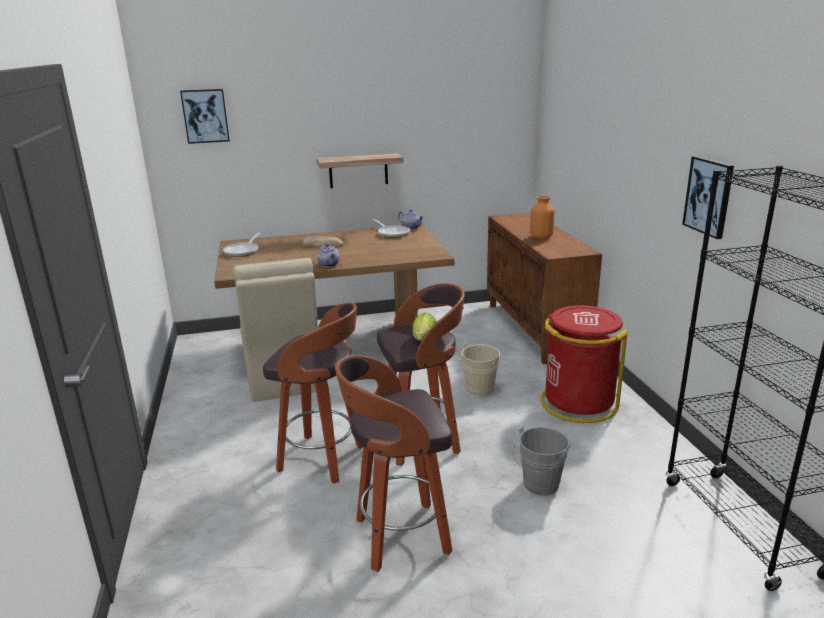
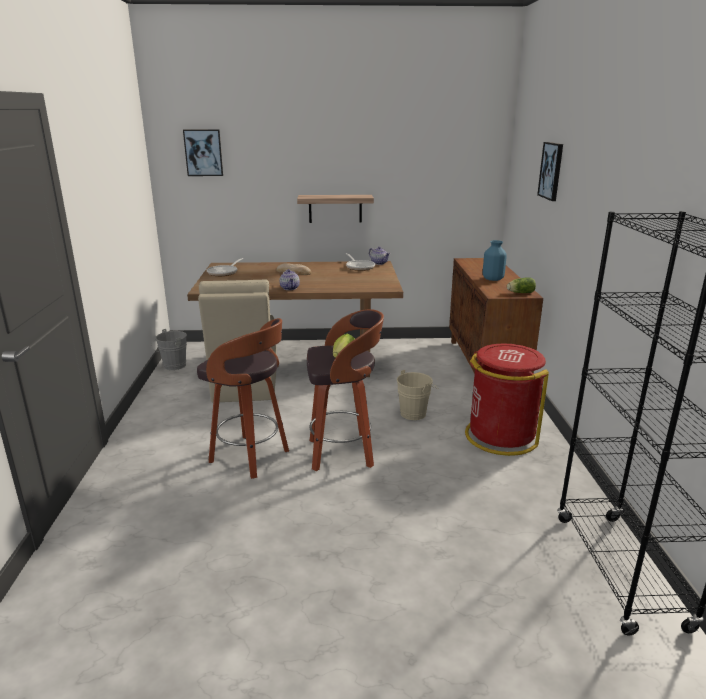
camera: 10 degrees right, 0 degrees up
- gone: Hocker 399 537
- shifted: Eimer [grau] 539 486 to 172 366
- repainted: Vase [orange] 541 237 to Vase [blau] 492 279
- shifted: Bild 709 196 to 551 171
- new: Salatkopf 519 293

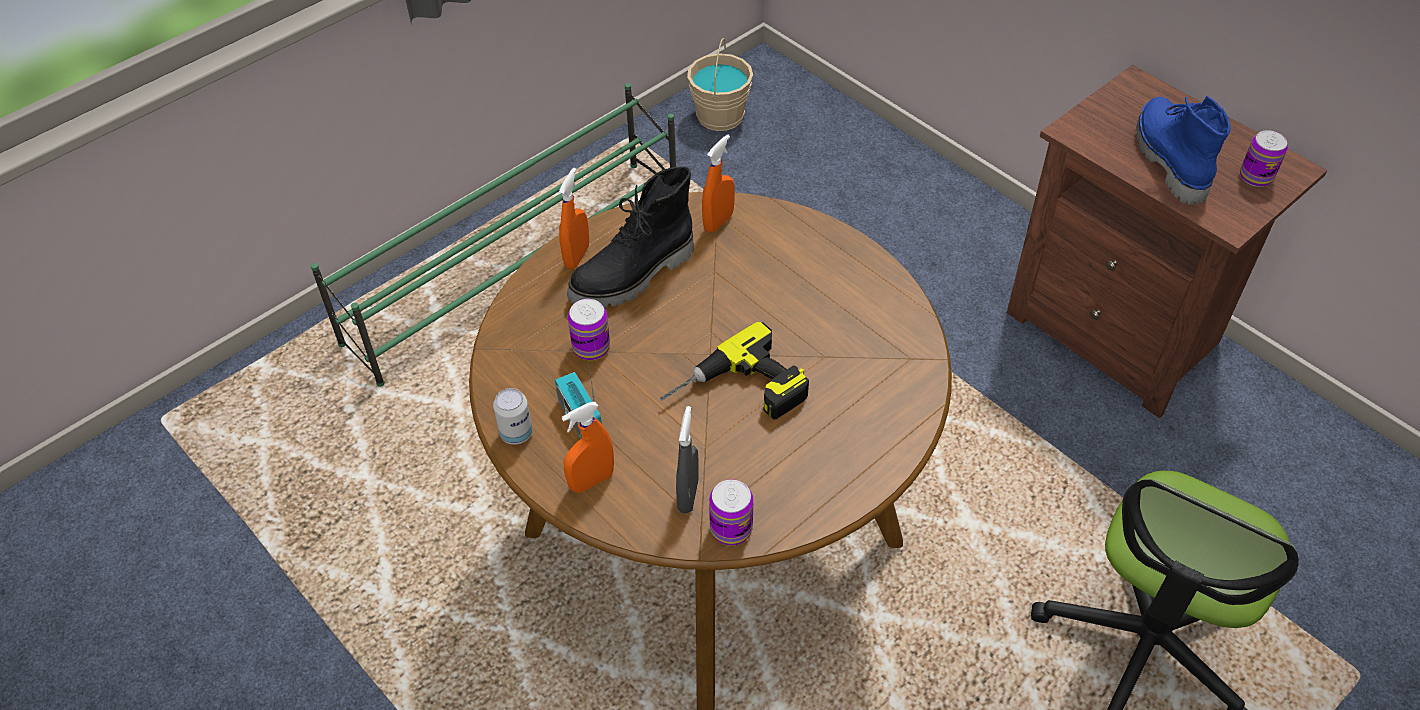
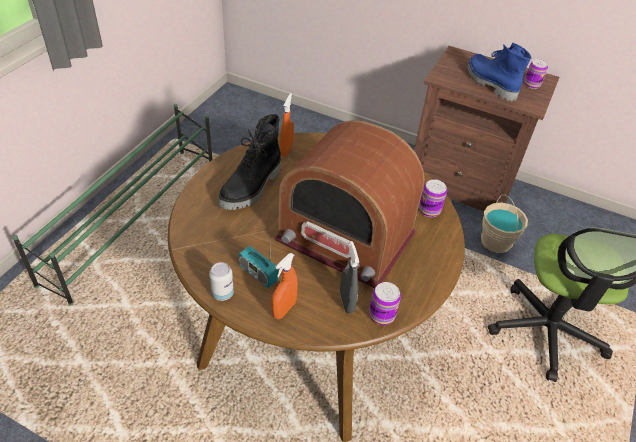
camera: 25 degrees left, 5 degrees down
- gone: Sprühflasche [orange] 577 256
- shifted: Dose 591 347 to 429 210
- swapped: Bohrmaschine 737 394 to Radio 345 238
- shifted: Eimer [beige] 720 116 to 496 242

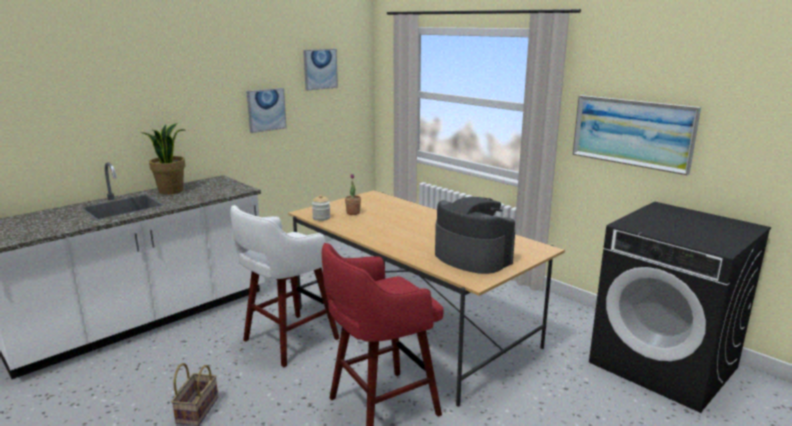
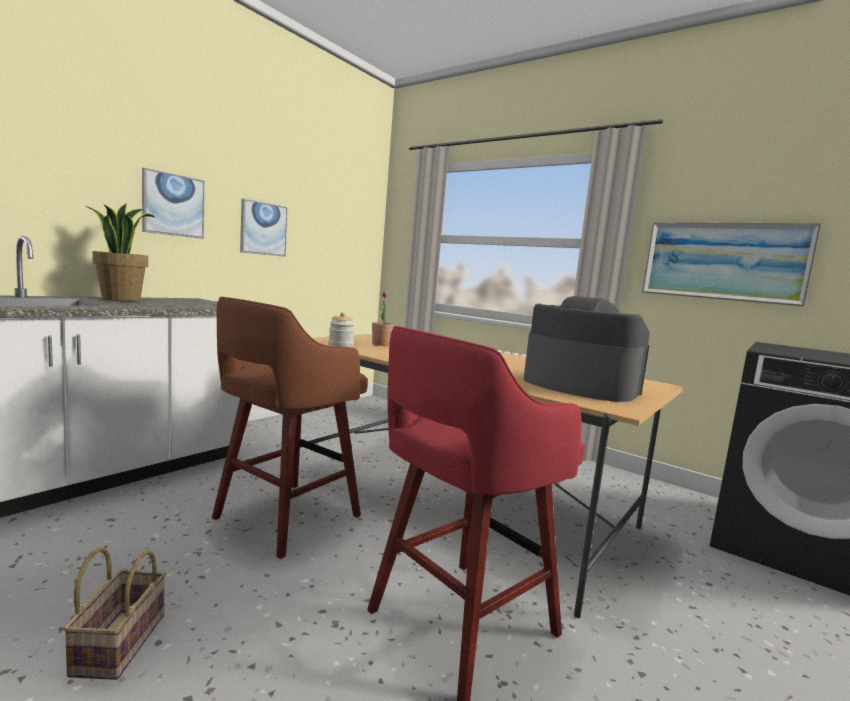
camera: 10 degrees left, 10 degrees down
- repainted: Hocker [weiß] 288 340 to Hocker [braun] 283 518
- shifted: Bild 320 69 to 173 205

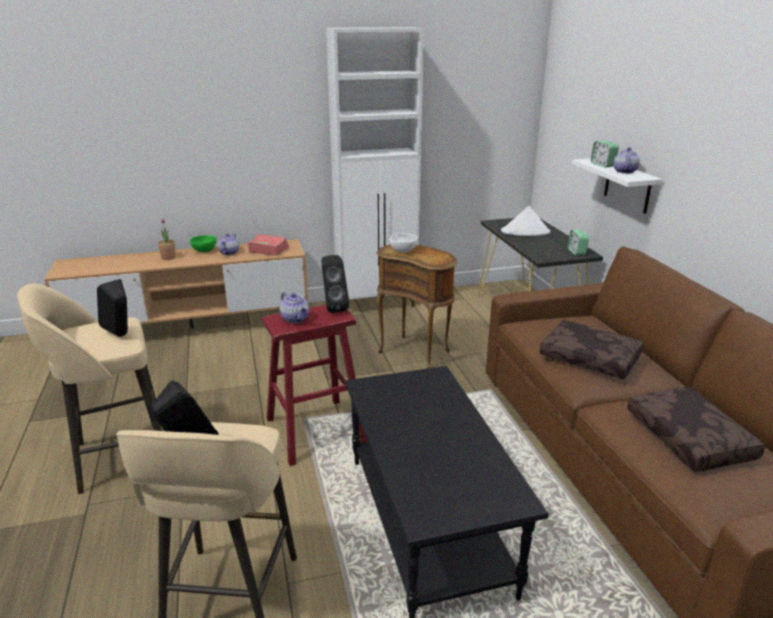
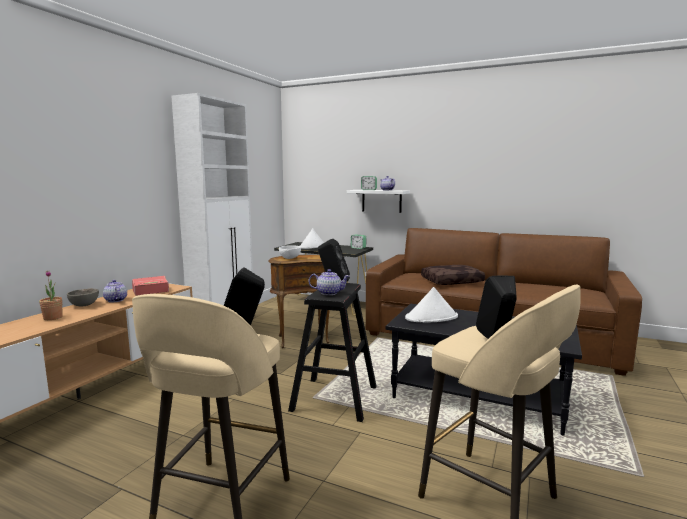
camera: 50 degrees left, 15 degrees down
- repainted: Schüssel [grün] 205 251 to Schüssel [grau] 85 305
- repainted: Hocker [rot] 315 430 to Hocker [schwarz] 334 398
- gone: Kissen [braun] 690 438
- new: Hut [weiß] 432 317

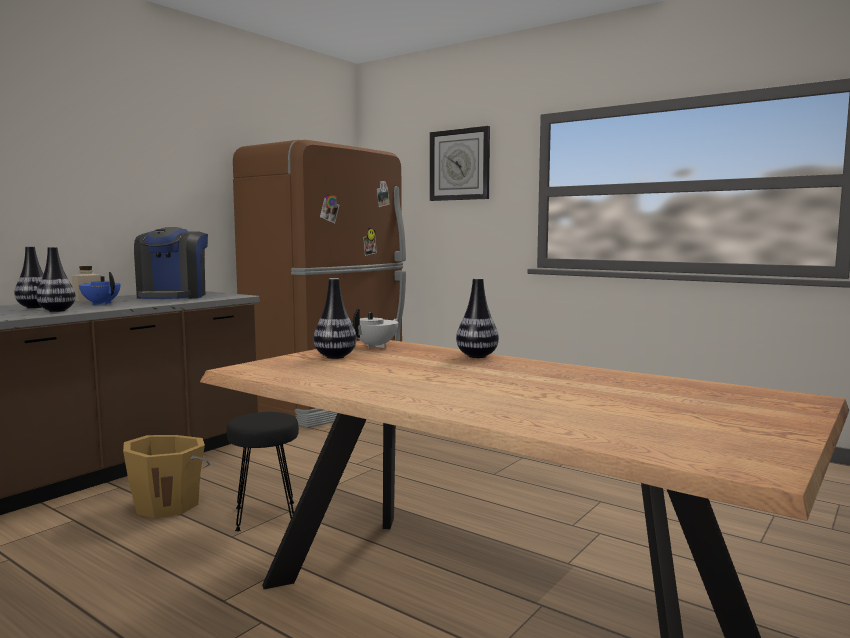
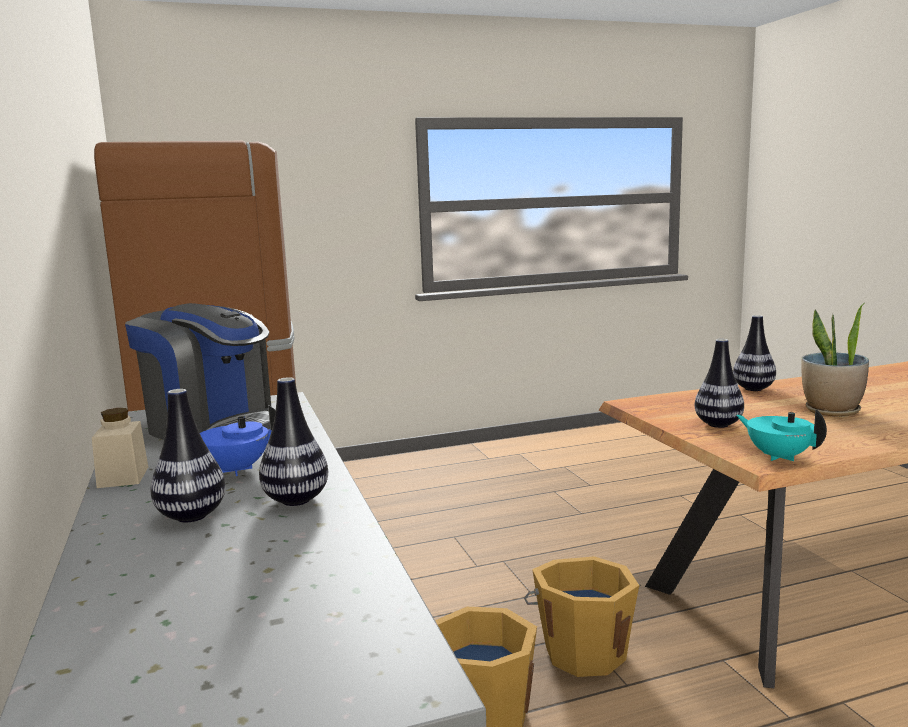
camera: 55 degrees left, 5 degrees up
- swapped: Hocker [schwarz] 266 516 to Eimer [orange] 584 651
- gone: Teekanne [weiß] 376 346
- gone: Wanduhr 460 165
- new: Teekanne [türkis] 778 456
- new: Topfpflanze 831 411

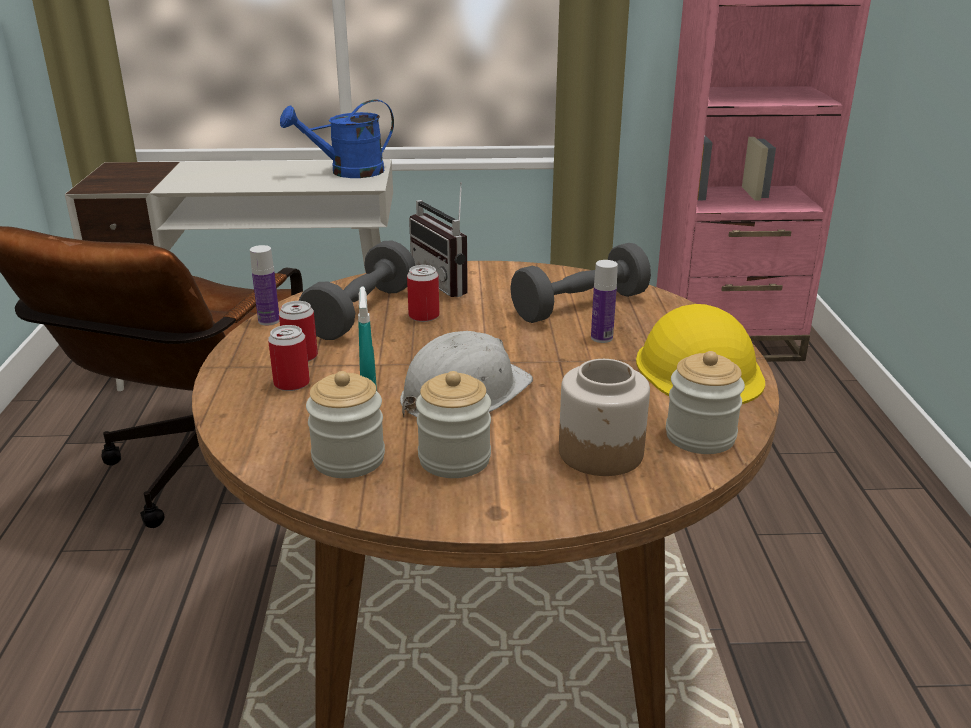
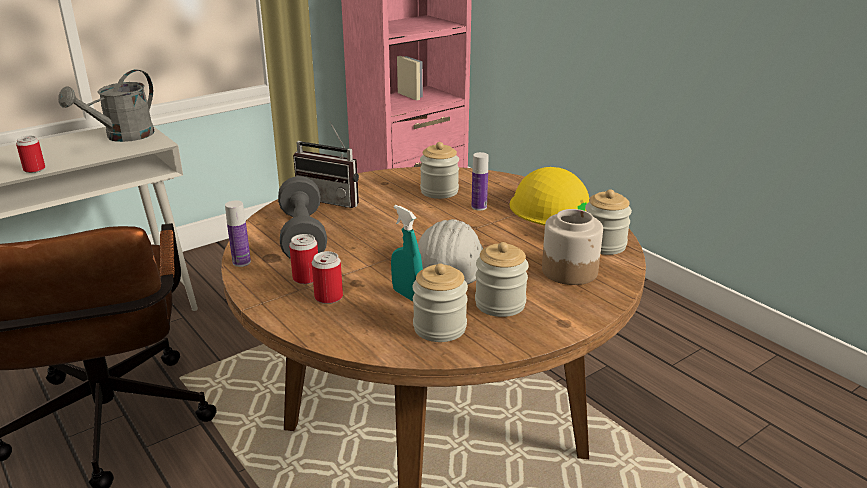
camera: 35 degrees left, 0 degrees up
- repainted: Gießkanne [blau] 347 172 to Gießkanne [grau] 122 137
- shifted: Dose 424 316 to 34 169
- swapped: Hantel [grau] 580 306 to Vorratsglas 439 191

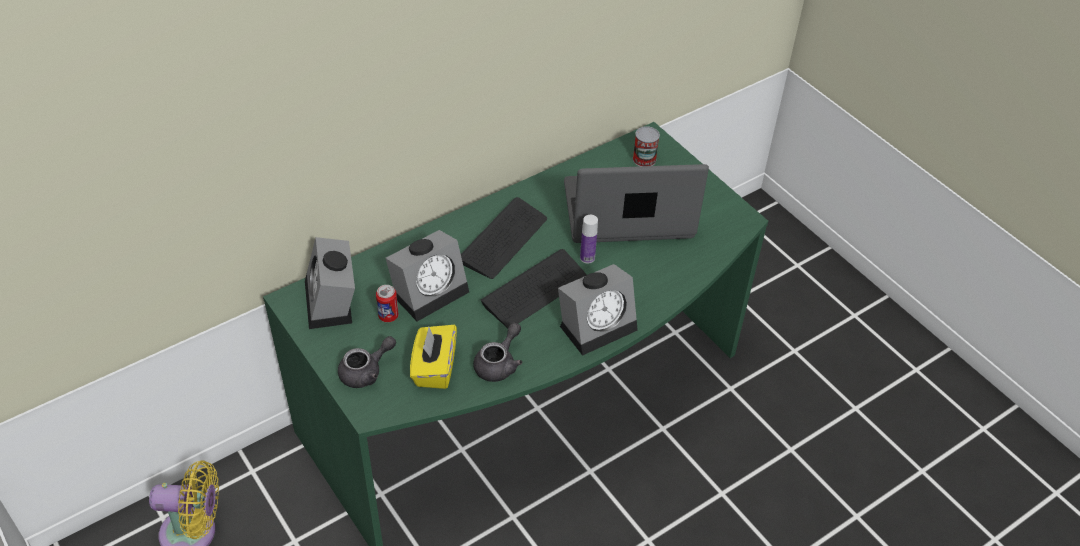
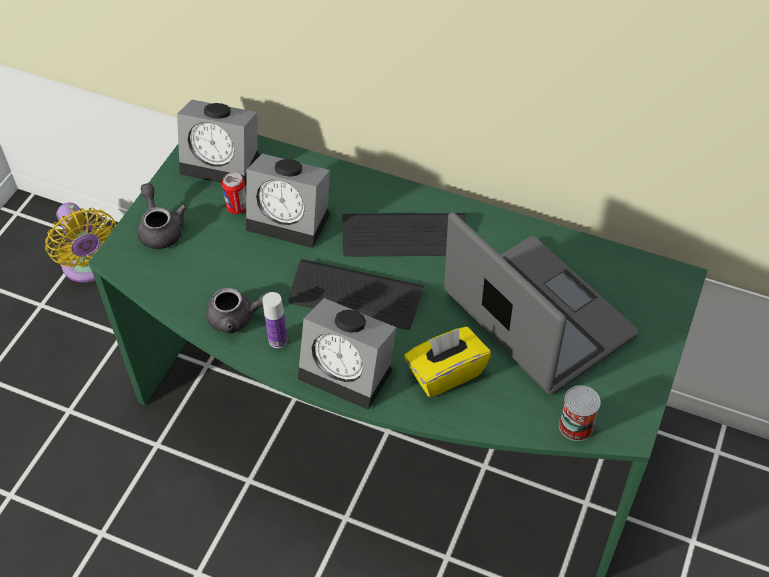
camera: 60 degrees right, 5 degrees up
- rotated: Wecker 332 303 = 224 162 120 degrees counterclockwise
- rotated: Teekanne [grau] 366 372 = 160 229 135 degrees counterclockwise
- shifted: Taschentuchbox [gelb] 434 368 to 445 373
- shifted: Flasche 587 258 to 278 340
- shifted: Dose 644 159 to 576 425

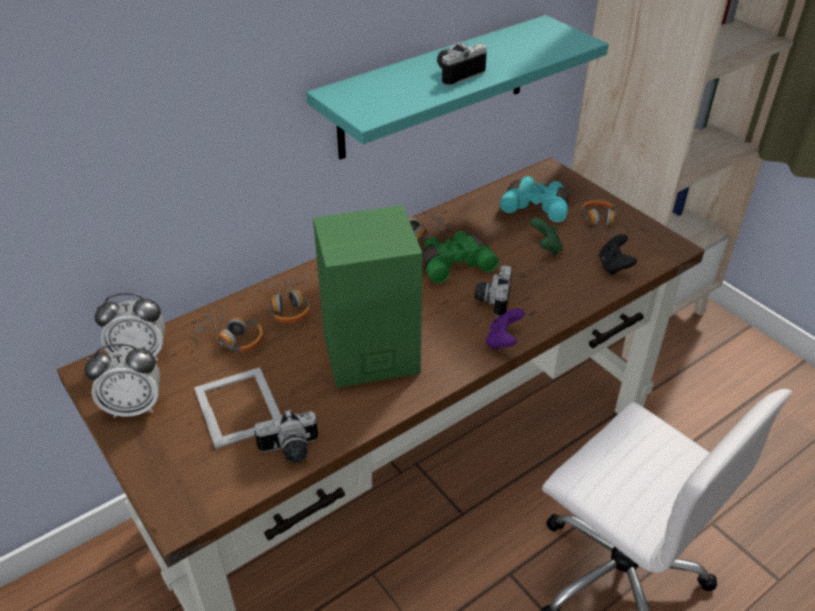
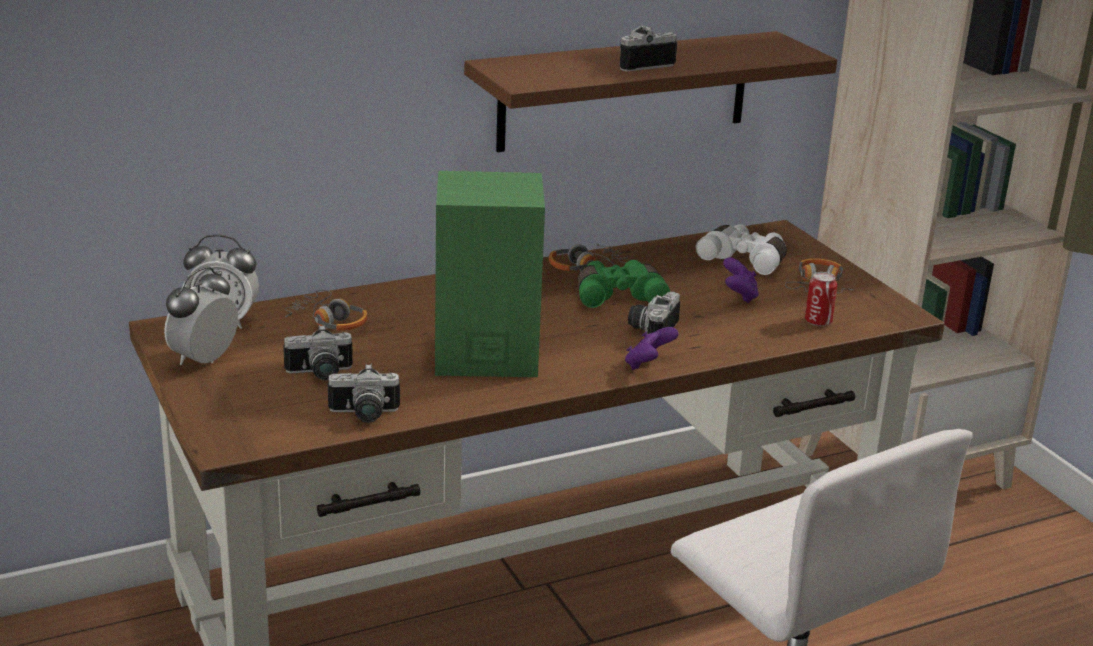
camera: 10 degrees right, 15 degrees down
- rotated: Wecker 134 407 = 204 360 120 degrees clockwise
- swapped: Bilderrahmen 239 405 to Kamera 320 374
- gone: Kopfhörer 287 304
- repainted: Wandregal [türkis] 434 87 to Wandregal [braun] 625 91
- repainted: Fernglas [türkis] 536 206 to Fernglas [weiß] 745 259
- repainted: Gamepad [grün] 545 247 to Gamepad [lila] 739 296
- swapped: Gamepad [schwarz] 614 266 to Dose 818 321

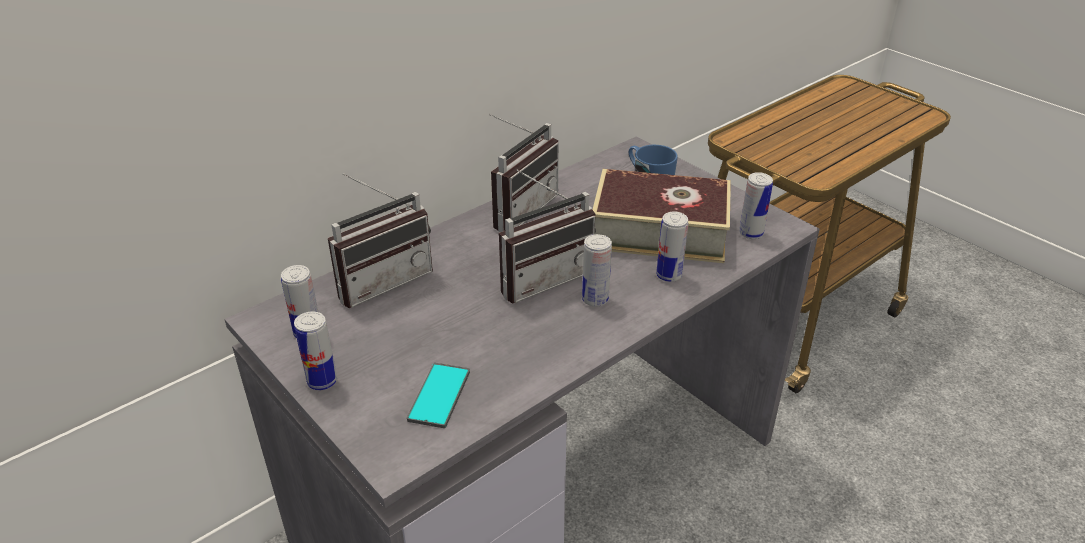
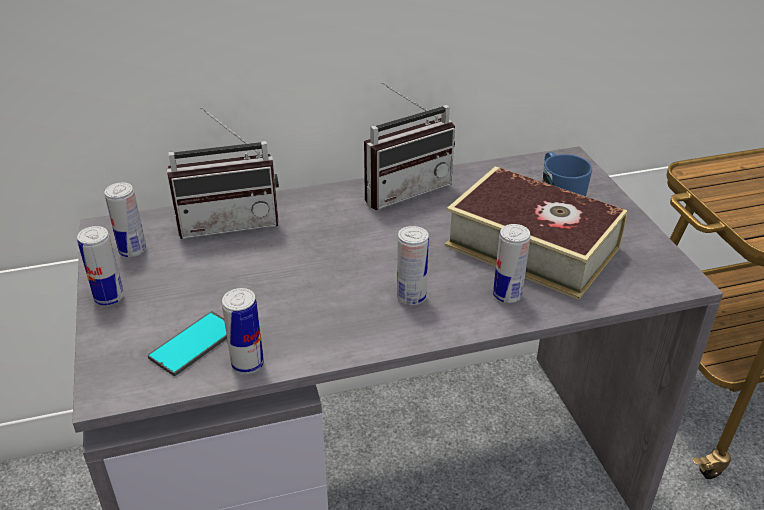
camera: 25 degrees right, 0 degrees up
- gone: Radio 542 277
- shifted: Dose 751 233 to 247 364

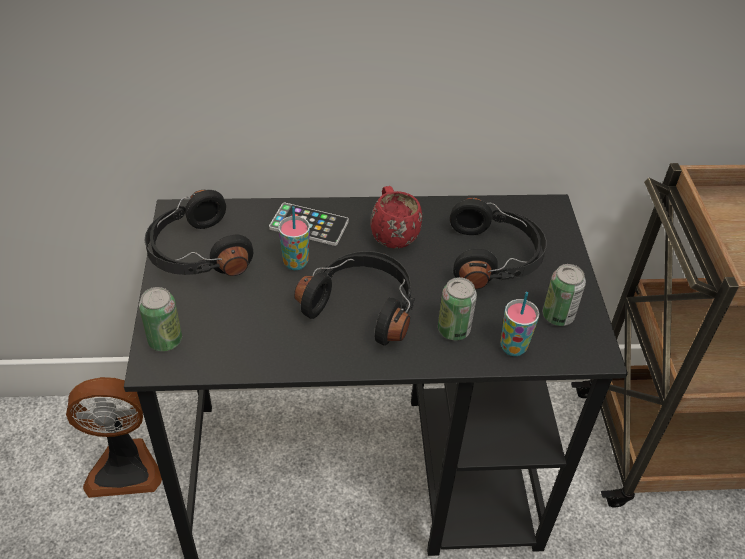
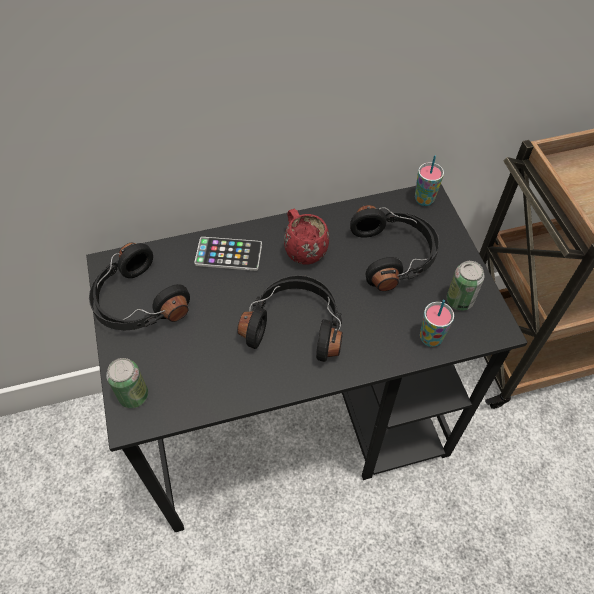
camera: 10 degrees left, 10 degrees up
- gone: Ventilator 124 467
- shifted: Tasse 295 263 to 424 200
- gone: Dose 453 330

